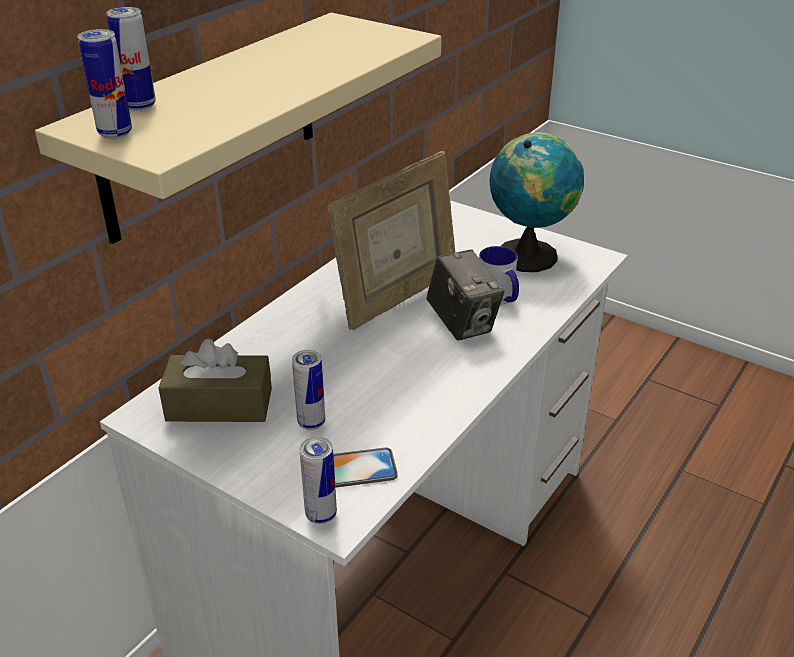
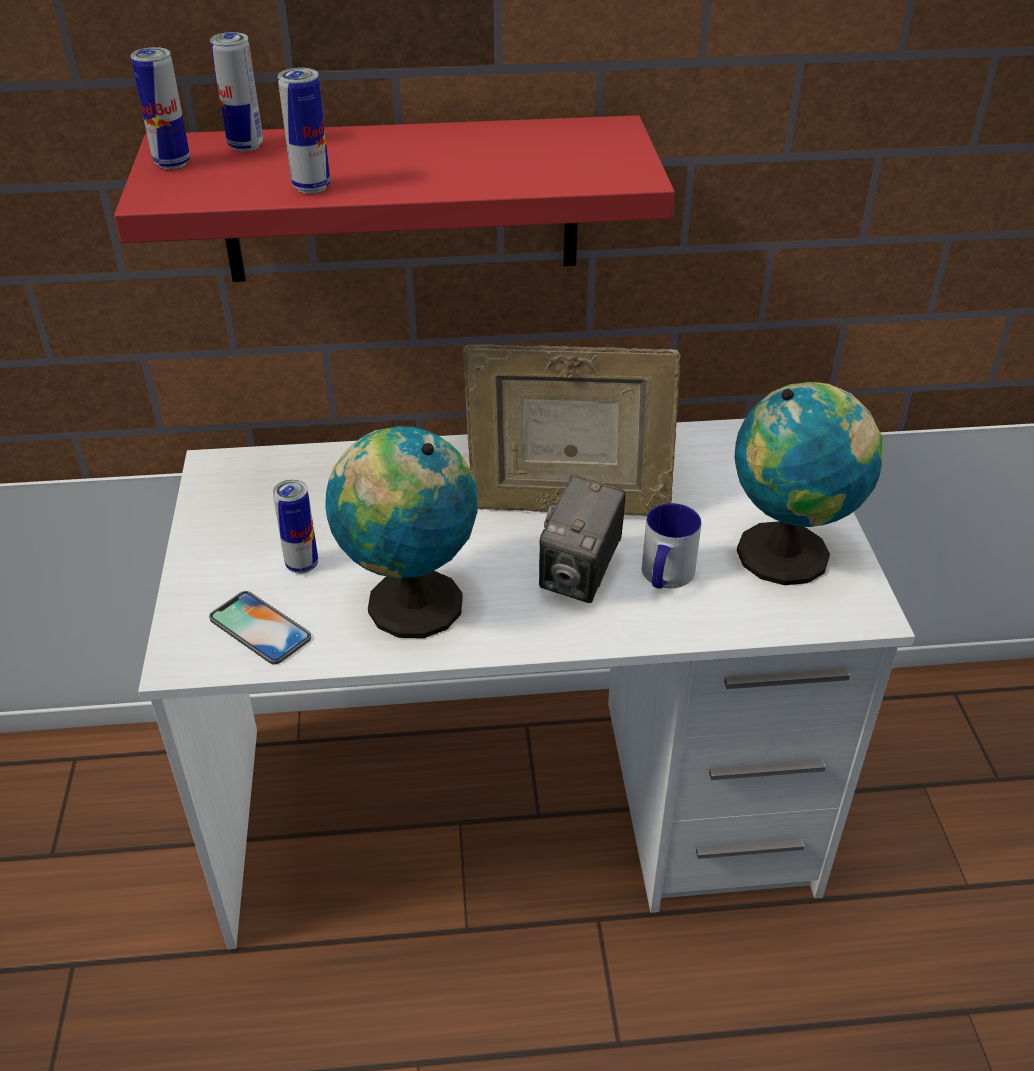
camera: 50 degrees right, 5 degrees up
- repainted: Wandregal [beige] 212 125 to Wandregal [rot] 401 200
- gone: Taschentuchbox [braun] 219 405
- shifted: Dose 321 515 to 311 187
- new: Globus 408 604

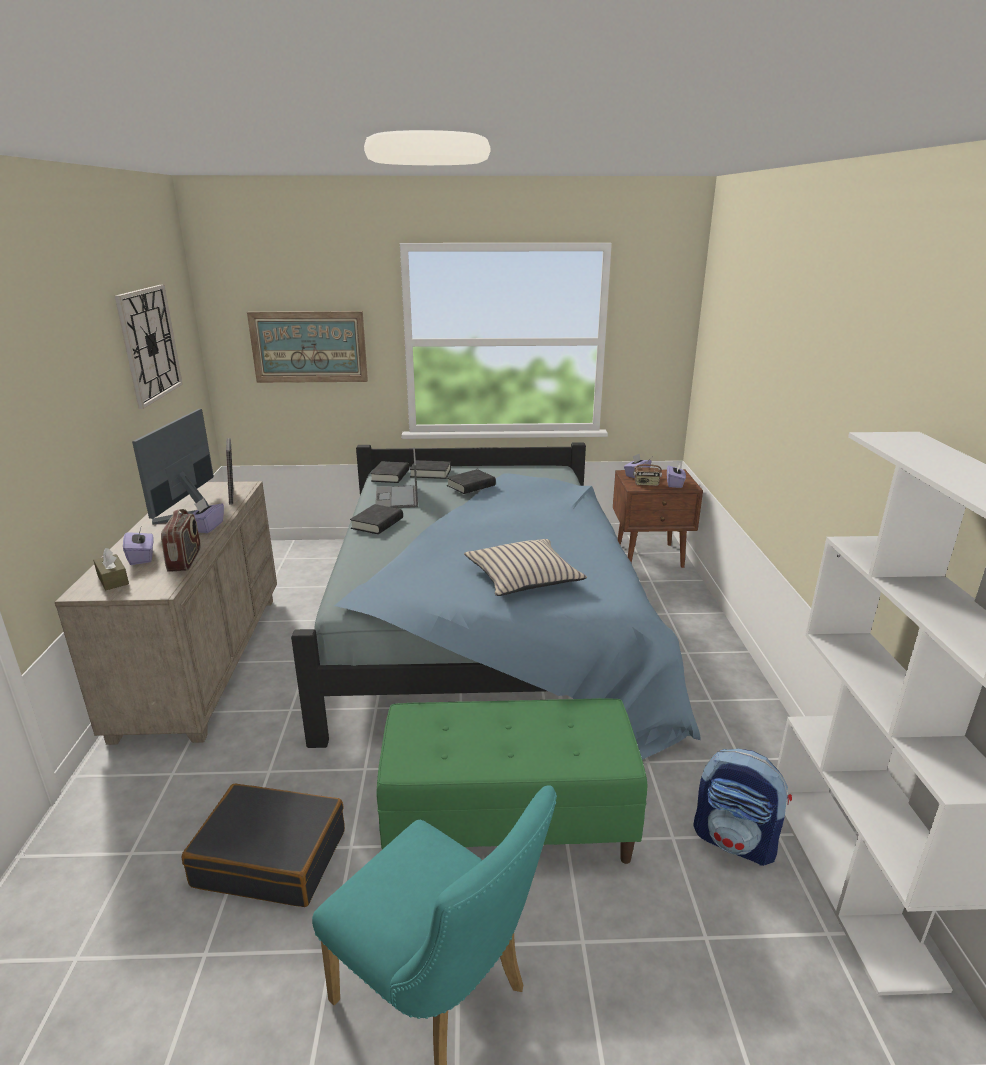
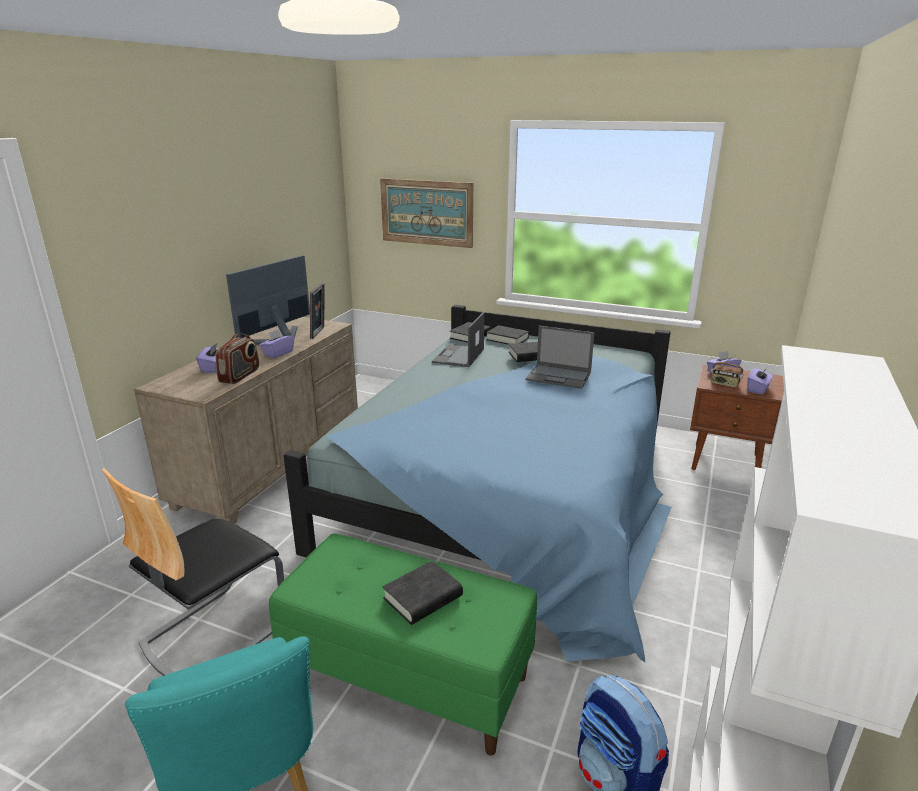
camera: 25 degrees right, 0 degrees up
- gone: Taschentuchbox [braun] 113 579
- gone: Wanduhr 149 344
- swapped: Koffer [schwarz] 271 857 to Stuhl 213 632
- shifted: Buch [schwarz] 377 523 to 423 597
- gone: Kissen [beige] 523 577
- new: Laptop 559 376

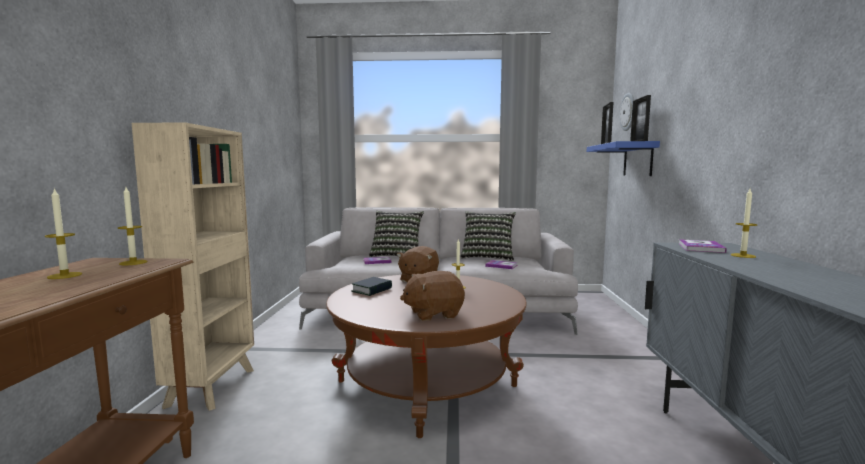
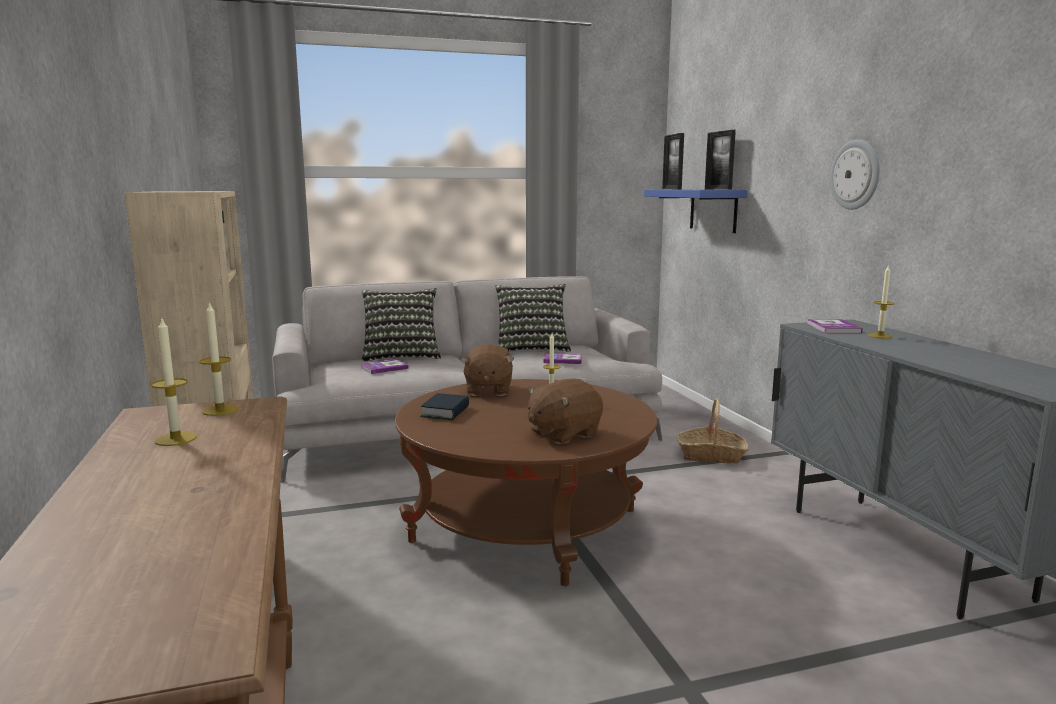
camera: 20 degrees left, 5 degrees up
- shifted: Wanduhr 628 112 to 856 174
- new: Korb 711 455

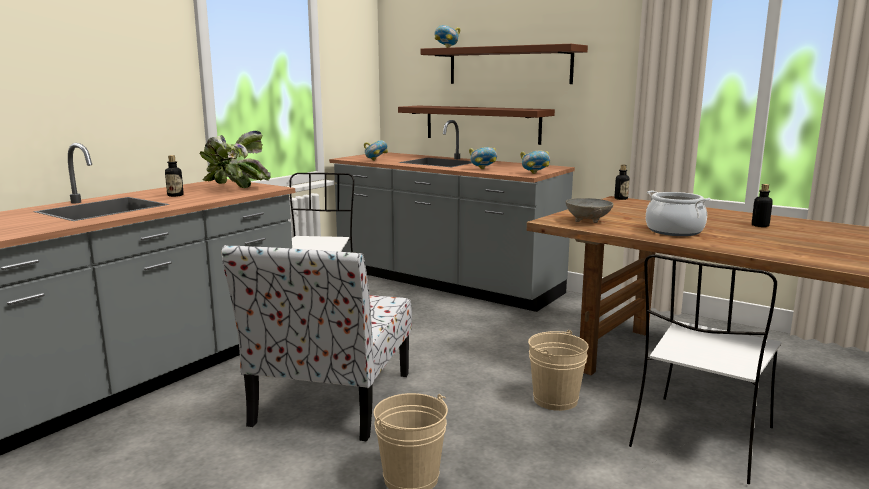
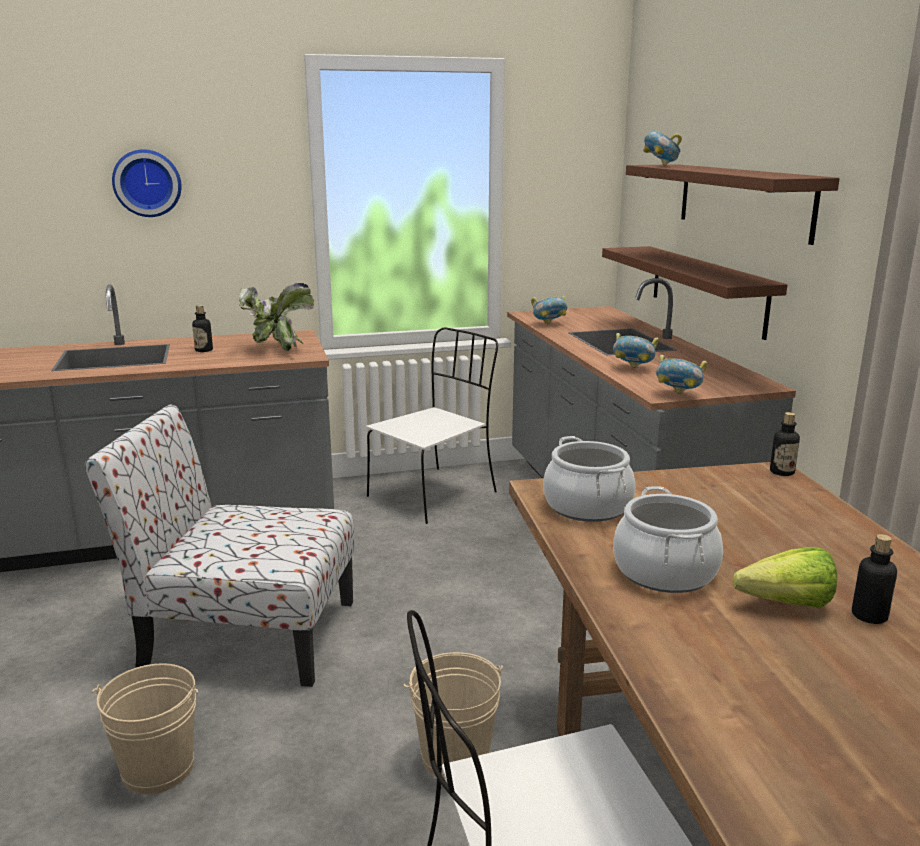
camera: 40 degrees right, 5 degrees up
- rotated: Stuhl 331 400 = 245 634 45 degrees clockwise
- swapped: Schüssel [grau] 587 221 to Kochtopf 587 506
- new: Wanduhr 147 183
- new: Salatkopf 777 604

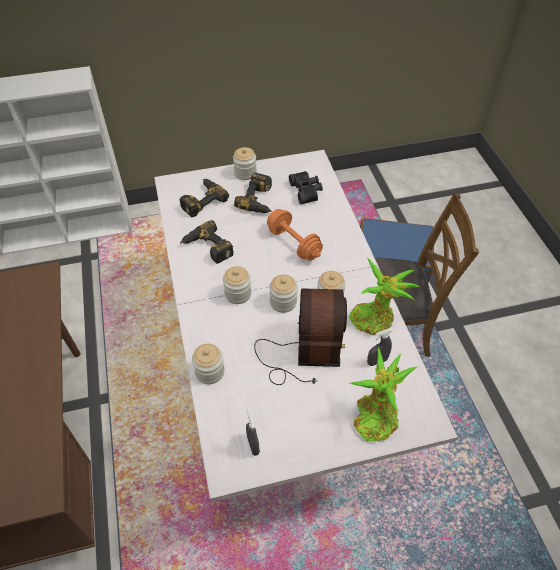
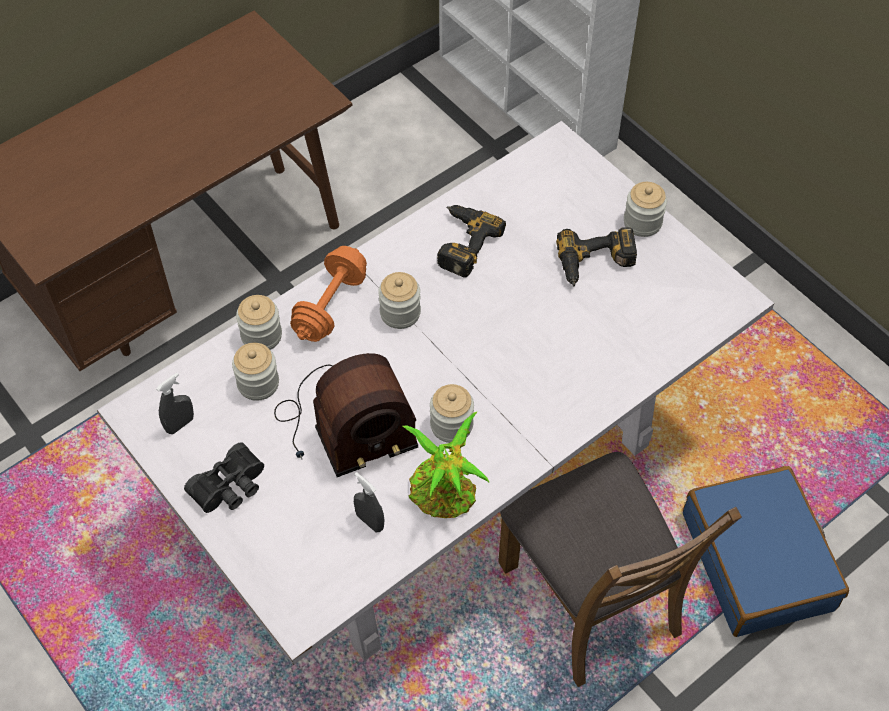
camera: 65 degrees right, 5 degrees up
- gone: Bohrmaschine 201 200
- shifted: Hantel [orange] 294 243 to 330 306
- shifted: Vorratsglas 283 302 to 258 383
- shifted: Fernglas [schwarz] 306 191 to 231 488
- gone: Topfpflanze 374 415

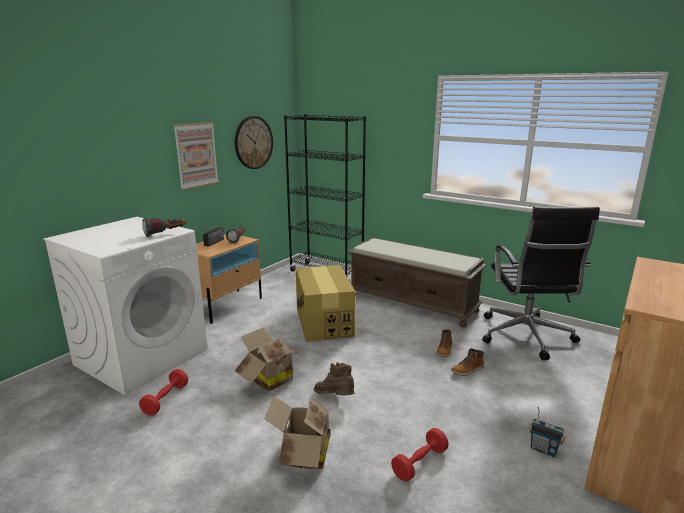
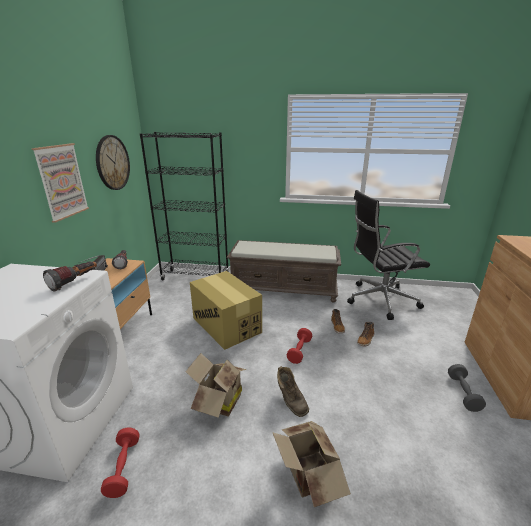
camera: 25 degrees left, 5 degrees up
- rotated: Stiefel [braun] 335 398 = 290 401 135 degrees counterclockwise
- shifted: Hantel [rot] 419 463 to 299 351
- rotated: Bürostuhl [schwarz] 526 337 = 379 300 105 degrees clockwise
- swapped: Radio 543 449 to Hantel [grau] 463 393

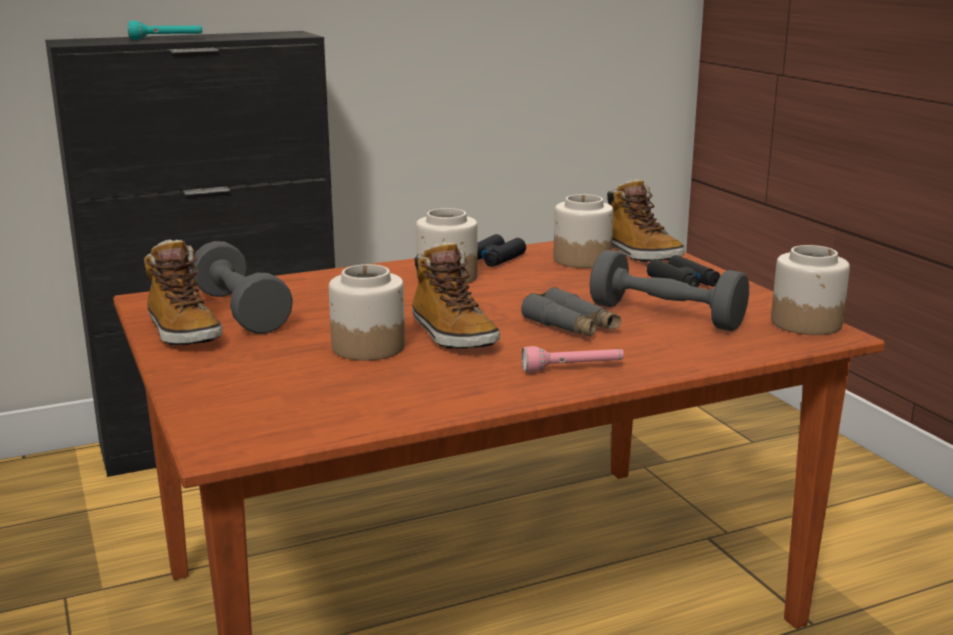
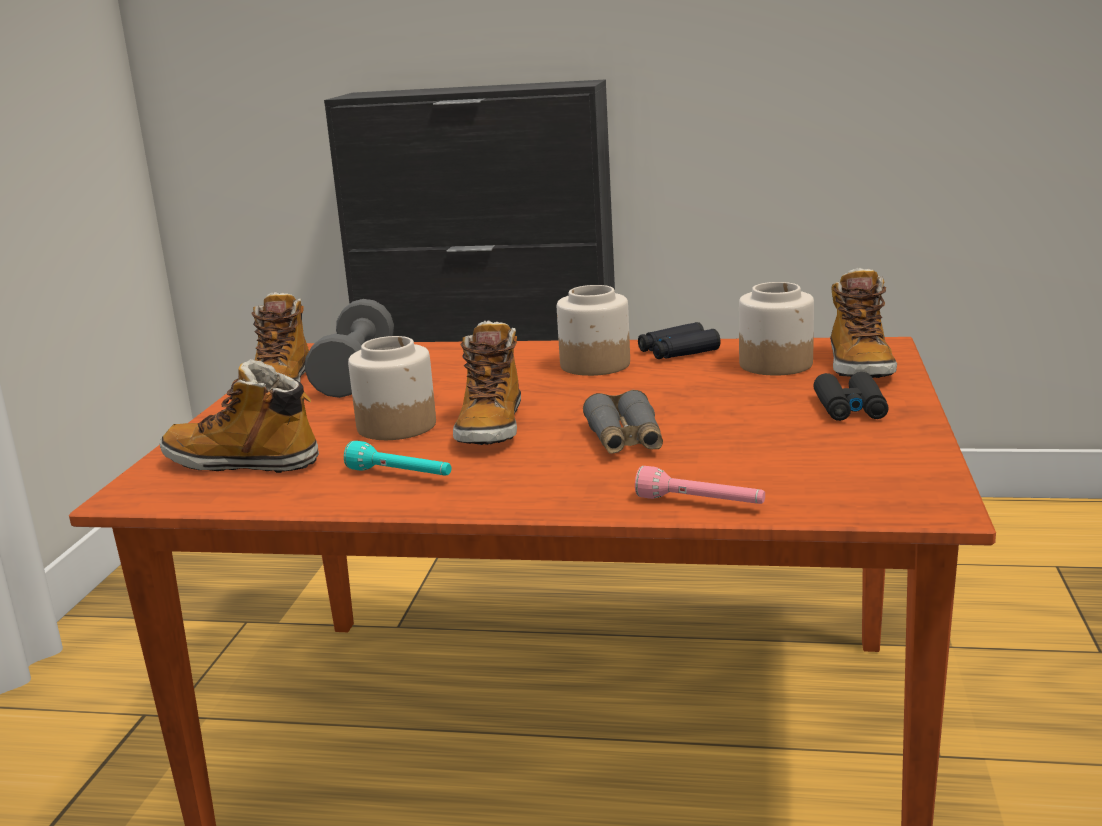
camera: 35 degrees right, 0 degrees up
- shifted: Taschenlampe [türkis] 166 39 to 400 475
- shifted: Taschenlampe [rosa] 573 368 to 700 503
- gone: Hantel [grau] 666 316
- gone: Vorratsglas 806 323
- new: Stiefel 243 463

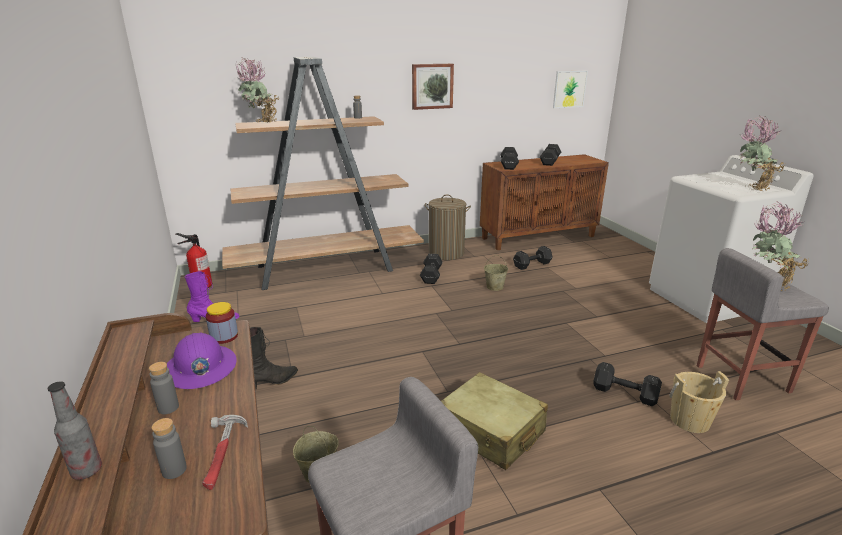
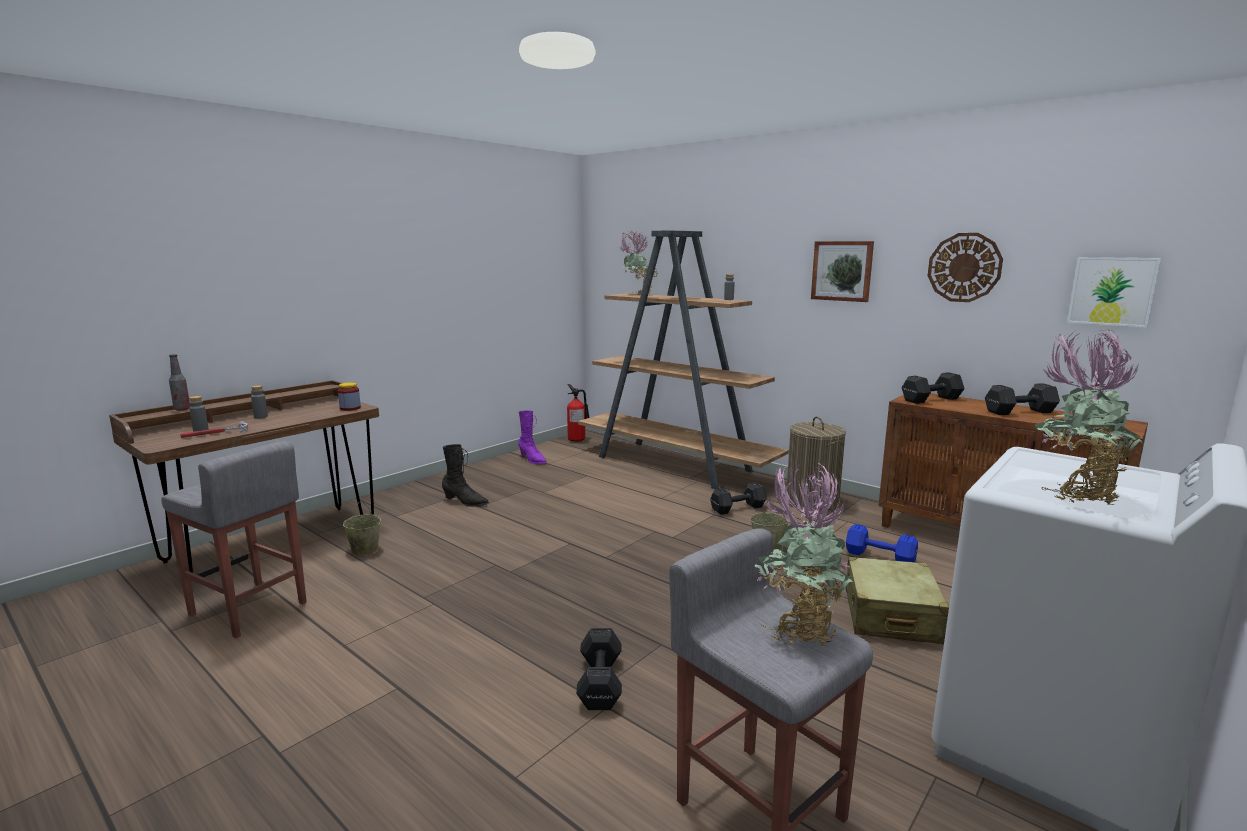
camera: 60 degrees right, 10 degrees down
- gone: Schutzhelm [lila] 200 368
- shifted: Koffer [beige] 491 431 to 890 616
- repainted: Hantel [schwarz] 533 265 to Hantel [blau] 881 557
- gone: Eimer [beige] 689 420
- new: Wanduhr 964 267

